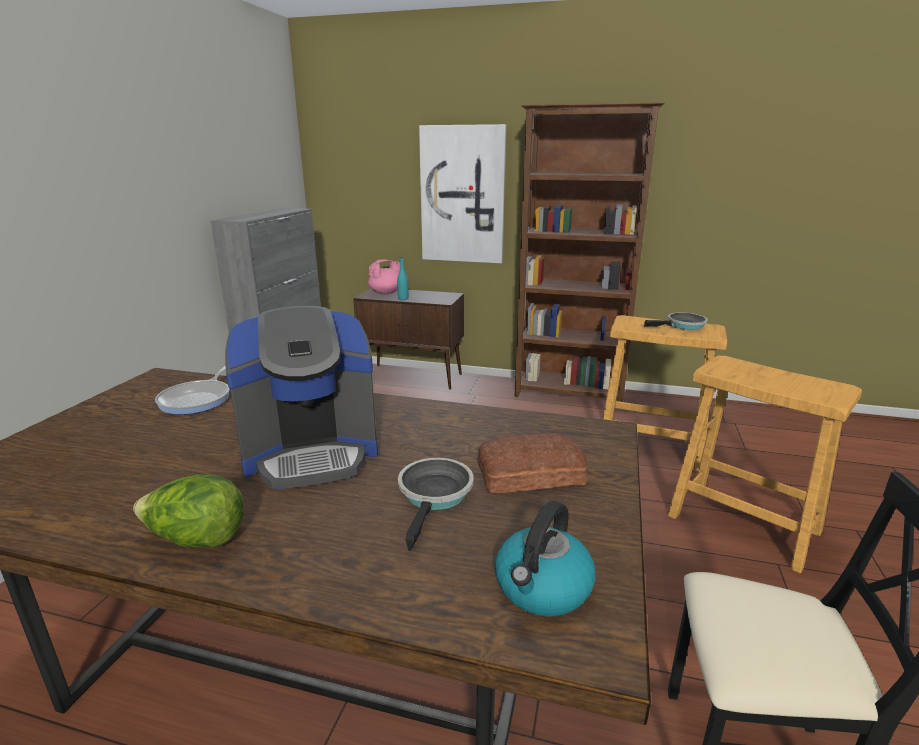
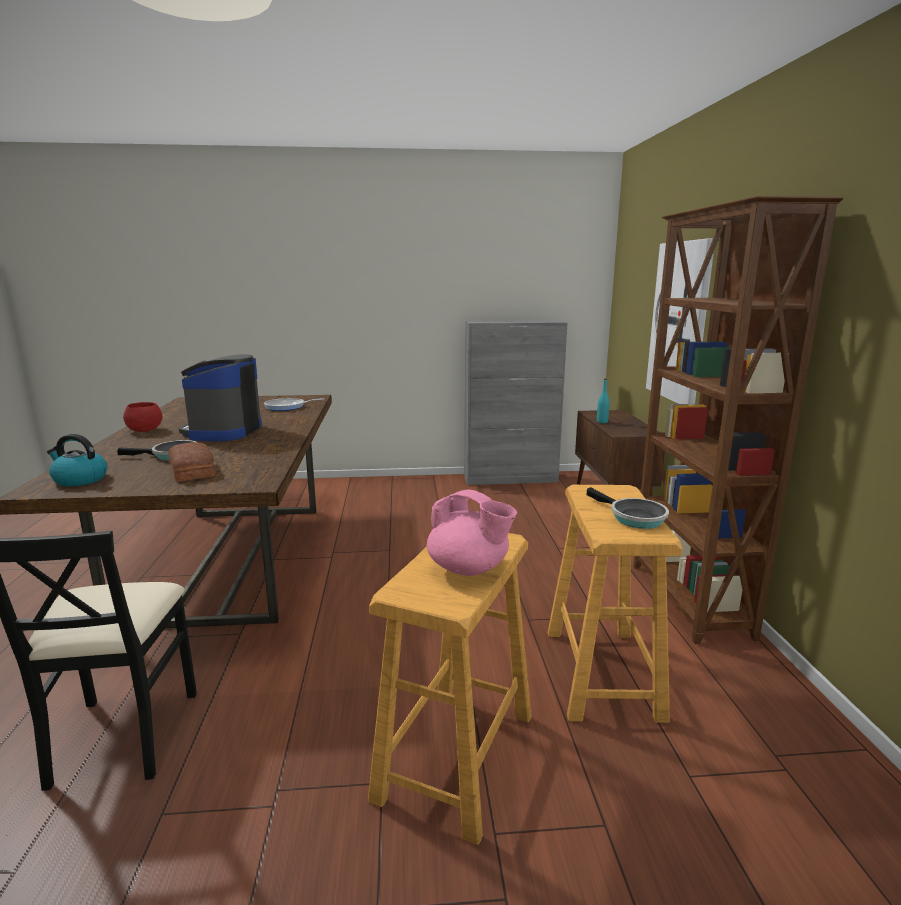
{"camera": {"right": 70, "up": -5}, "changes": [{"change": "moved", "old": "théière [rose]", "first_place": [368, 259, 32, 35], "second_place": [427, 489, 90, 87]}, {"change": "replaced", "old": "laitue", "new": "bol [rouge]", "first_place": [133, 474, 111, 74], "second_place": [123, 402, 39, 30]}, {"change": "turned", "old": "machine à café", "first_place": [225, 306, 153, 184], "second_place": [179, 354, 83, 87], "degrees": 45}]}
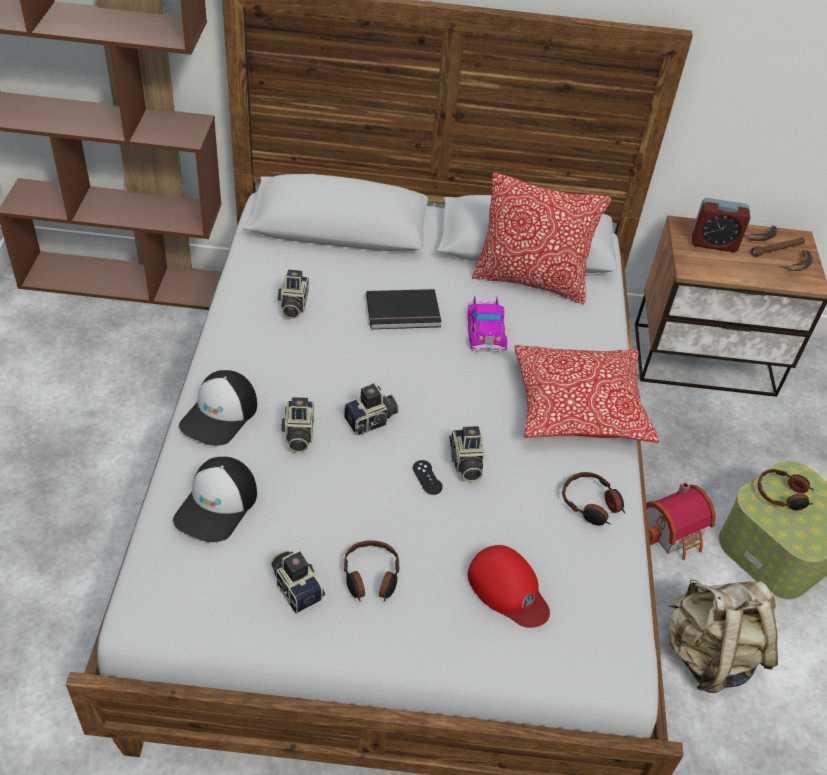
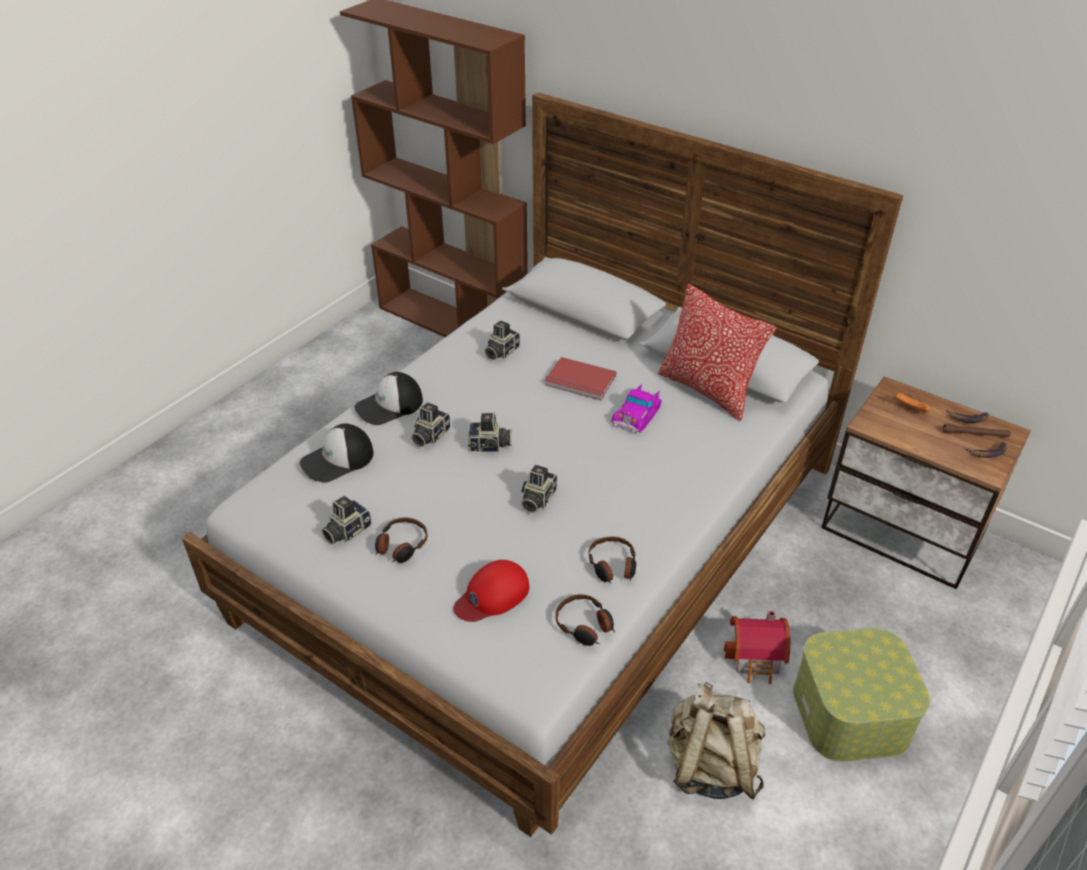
{"camera": {"right": 35, "up": -5}, "changes": [{"change": "removed", "old": "manette [noir]", "first_place": [413, 460, 30, 35]}, {"change": "removed", "old": "coussin", "first_place": [515, 345, 144, 98]}, {"change": "moved", "old": "casque audio", "first_place": [758, 469, 55, 41], "second_place": [555, 594, 60, 52]}, {"change": "replaced", "old": "réveil", "new": "manette [orange]", "first_place": [692, 198, 58, 54], "second_place": [896, 393, 34, 21]}, {"change": "recoloured", "old": "livre [noir]", "new": "livre [rouge]", "first_place": [366, 289, 75, 40], "second_place": [545, 357, 71, 43]}, {"change": "turned", "old": "appareil photo", "first_place": [271, 550, 54, 64], "second_place": [321, 496, 51, 48], "degrees": -135}, {"change": "turned", "old": "casquette [rouge]", "first_place": [468, 545, 82, 83], "second_place": [454, 560, 75, 62], "degrees": 60}]}
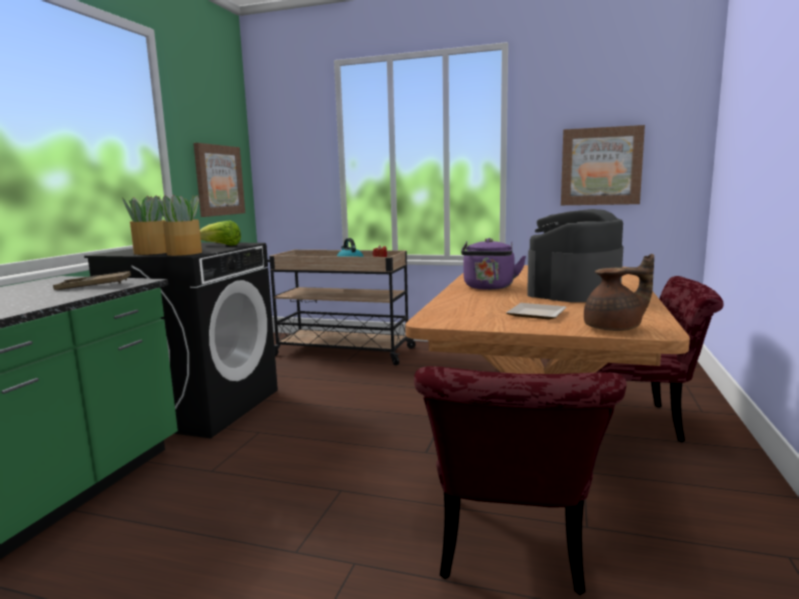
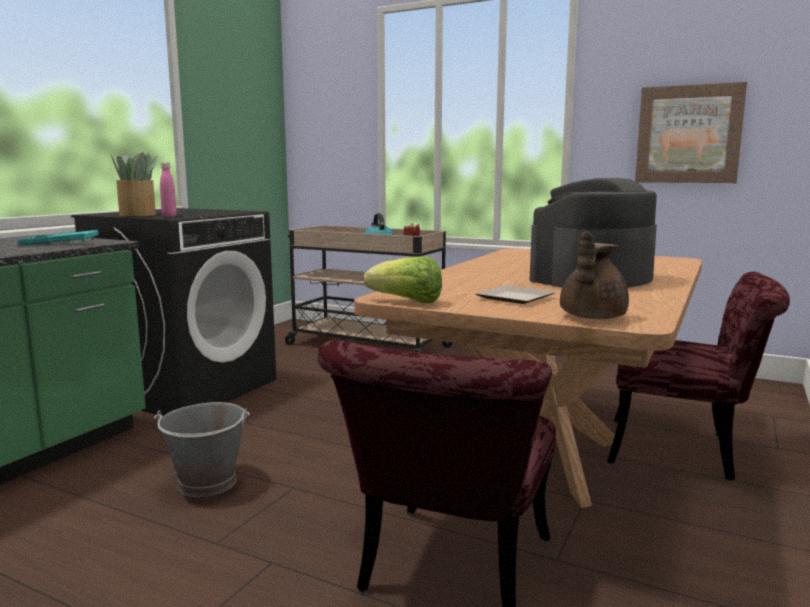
{"camera": {"right": 10, "up": 0}, "changes": [{"change": "removed", "old": "tableau", "first_place": [193, 143, 52, 74]}, {"change": "removed", "old": "bouilloire [violet]", "first_place": [461, 238, 65, 52]}, {"change": "added", "new": "seau [gris]", "second_place": [154, 402, 96, 95]}, {"change": "moved", "old": "laitue", "first_place": [200, 220, 41, 26], "second_place": [364, 256, 78, 47]}, {"change": "replaced", "old": "plante en pot", "new": "bouteille [rose]", "first_place": [158, 195, 44, 61], "second_place": [160, 163, 17, 54]}, {"change": "recoloured", "old": "plateau [marron]", "new": "plateau [turquoise]", "first_place": [53, 271, 78, 19], "second_place": [17, 230, 82, 15]}, {"change": "turned", "old": "théière [marron]", "first_place": [584, 254, 70, 77], "second_place": [560, 231, 69, 88], "degrees": 120}]}
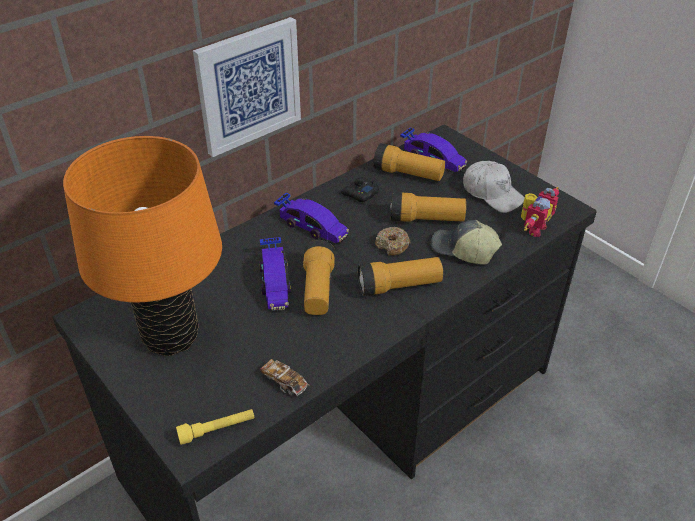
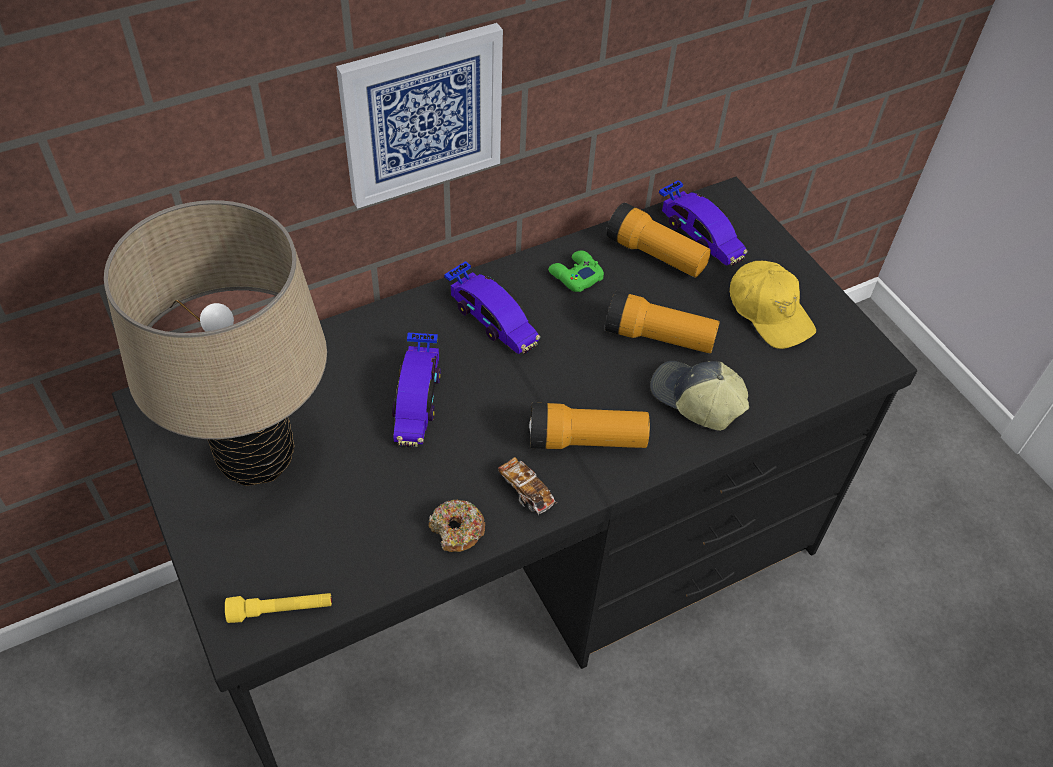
{"camera": {"right": 10, "up": 10}, "changes": [{"change": "removed", "old": "lampe de poche", "first_place": [303, 240, 32, 75]}, {"change": "removed", "old": "robot jouet", "first_place": [521, 187, 38, 50]}, {"change": "moved", "old": "petite voiture", "first_place": [260, 359, 49, 38], "second_place": [498, 457, 59, 58]}, {"change": "moved", "old": "beignet", "first_place": [375, 227, 35, 29], "second_place": [429, 500, 56, 52]}, {"change": "recoloured", "old": "lampe de table [orange]", "new": "lampe de table [beige]", "first_place": [63, 136, 159, 220], "second_place": [104, 200, 223, 286]}, {"change": "recoloured", "old": "manette [noir]", "new": "manette [vert]", "first_place": [341, 177, 38, 25], "second_place": [548, 251, 56, 41]}, {"change": "recoloured", "old": "casquette [blanc]", "new": "casquette [jaune]", "first_place": [463, 161, 62, 52], "second_place": [730, 261, 86, 88]}]}
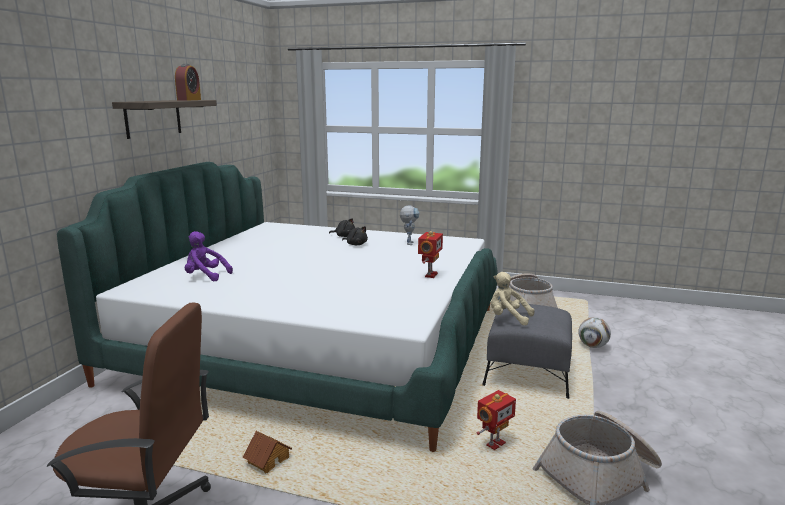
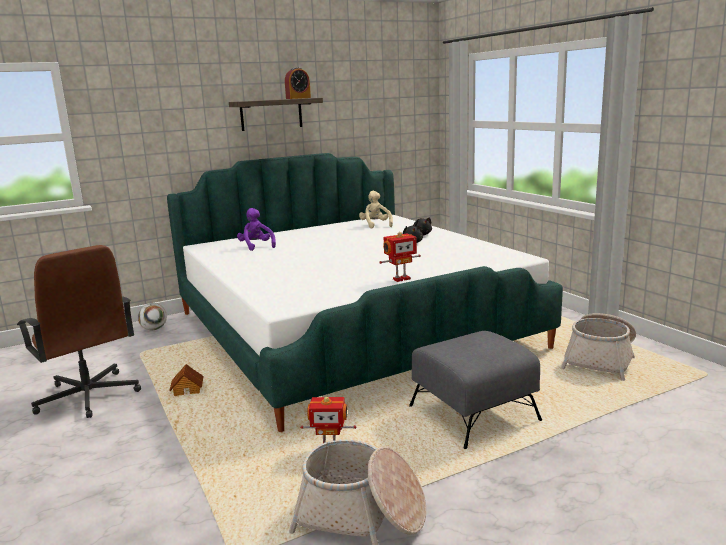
{"camera": {"right": 45, "up": 0}, "changes": [{"change": "removed", "old": "robot jouet", "first_place": [400, 206, 19, 39]}, {"change": "moved", "old": "peluche [beige]", "first_place": [491, 272, 43, 54], "second_place": [359, 191, 34, 37]}, {"change": "moved", "old": "ballon de foot", "first_place": [578, 317, 33, 31], "second_place": [138, 303, 29, 27]}]}
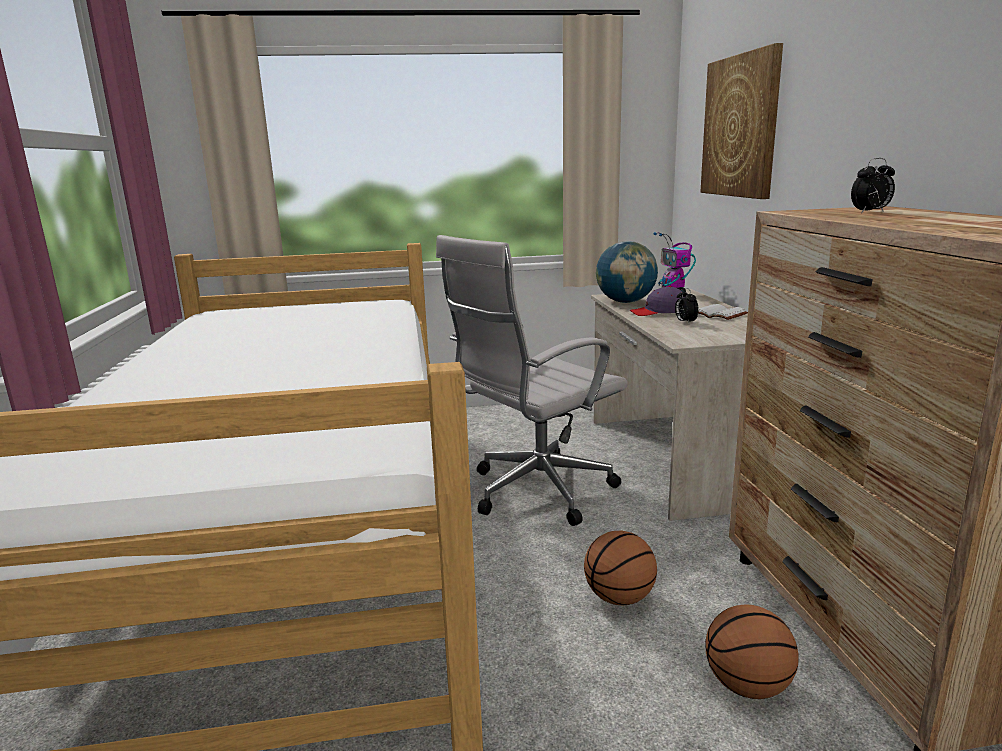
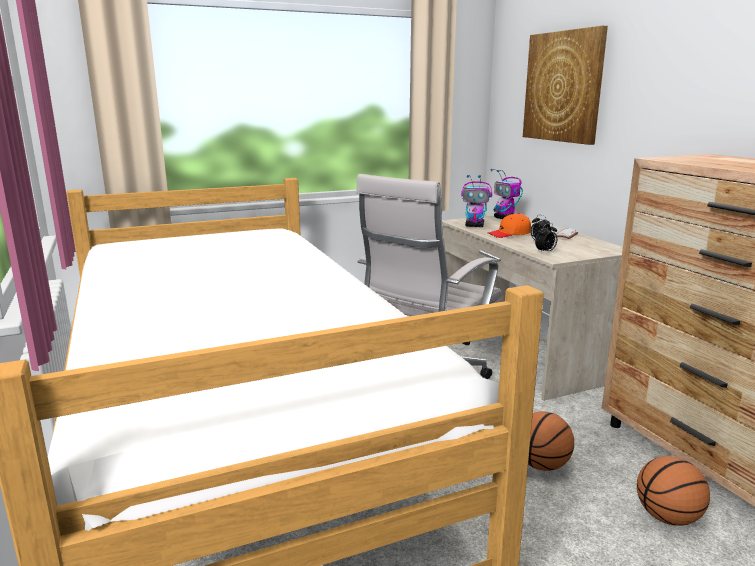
{"camera": {"right": -15, "up": 0}, "changes": [{"change": "moved", "old": "réveil", "first_place": [851, 158, 44, 55], "second_place": [535, 223, 22, 30]}, {"change": "replaced", "old": "globe", "new": "robot jouet", "first_place": [596, 241, 62, 62], "second_place": [461, 175, 31, 52]}, {"change": "recoloured", "old": "casquette [violet]", "new": "casquette [orange]", "first_place": [630, 286, 55, 30], "second_place": [488, 213, 43, 25]}]}
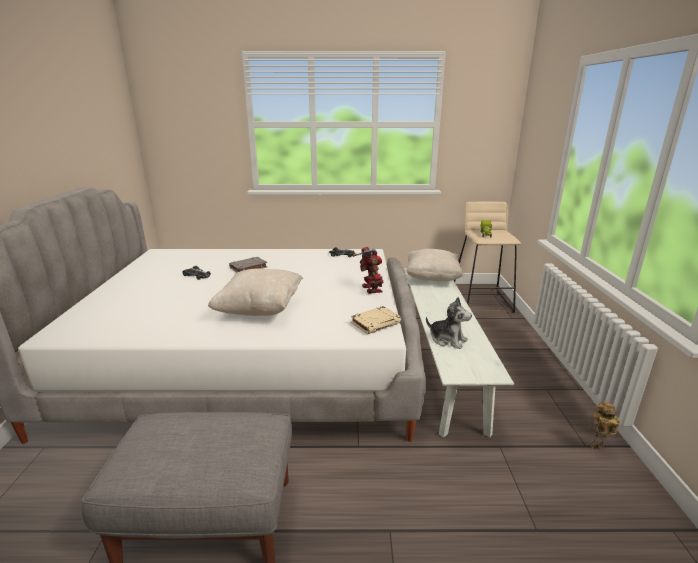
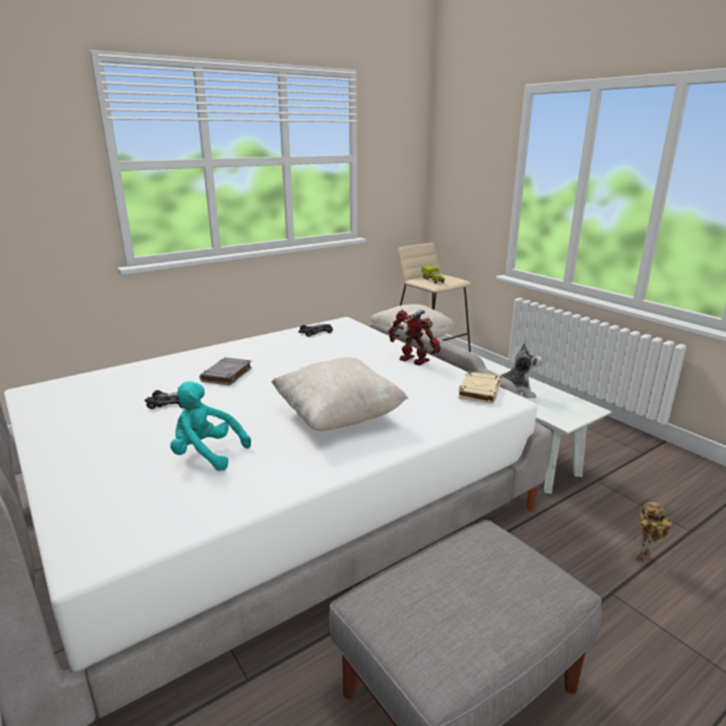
{"camera": {"right": -35, "up": 0}, "changes": [{"change": "added", "new": "peluche [turquoise]", "second_place": [170, 381, 81, 90]}, {"change": "moved", "old": "robot jouet", "first_place": [588, 402, 32, 48], "second_place": [634, 501, 38, 61]}]}
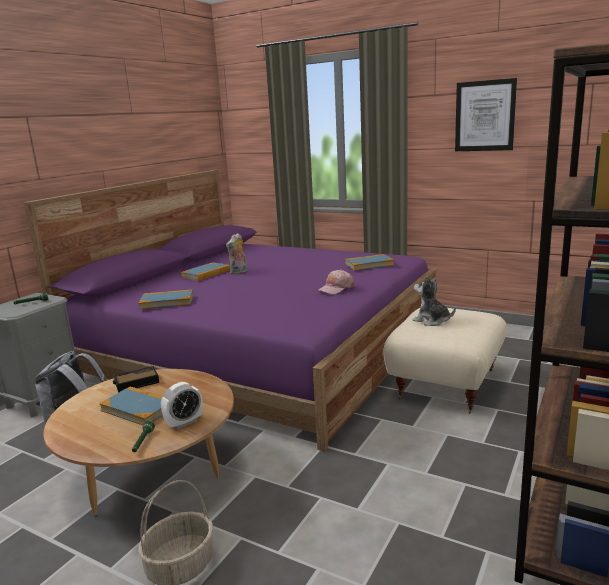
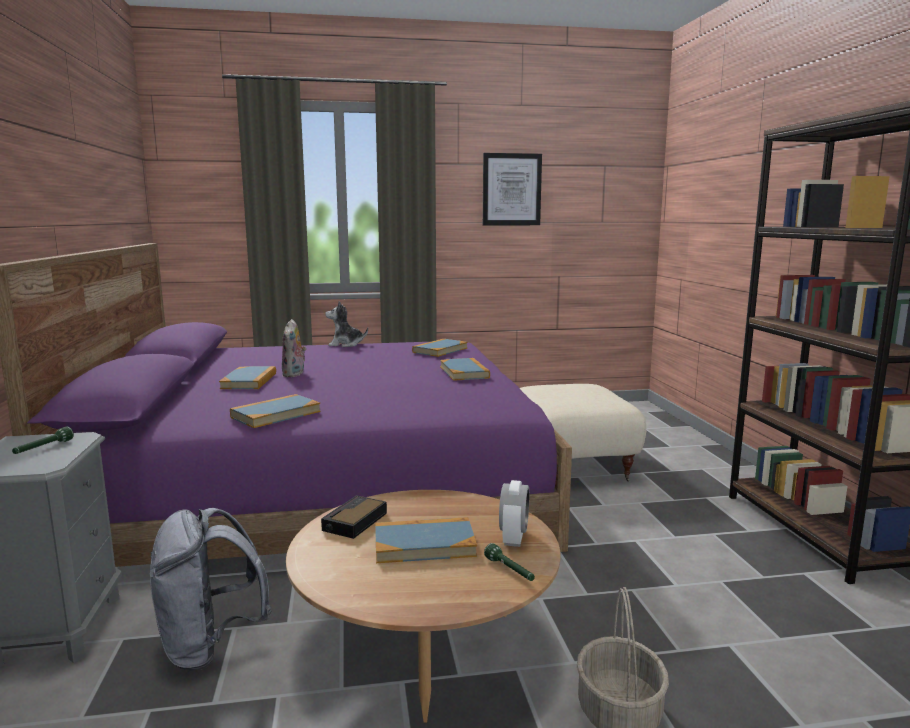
{"camera": {"right": -40, "up": -5}, "changes": [{"change": "moved", "old": "peluche", "first_place": [413, 276, 43, 50], "second_place": [325, 301, 43, 46]}, {"change": "replaced", "old": "casquette [rose]", "new": "livre", "first_place": [317, 269, 38, 25], "second_place": [440, 358, 50, 23]}]}
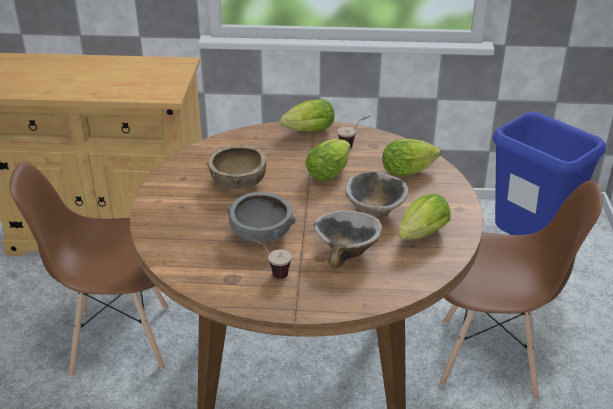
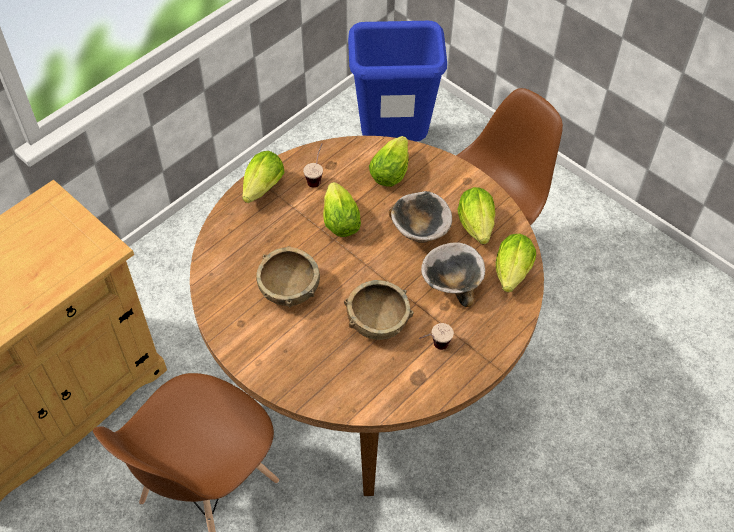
{"camera": {"right": -50, "up": 20}, "changes": [{"change": "added", "new": "laitue", "second_place": [496, 234, 40, 58]}, {"change": "recoloured", "old": "bol [gris]", "new": "bol [marron]", "first_place": [227, 192, 68, 51], "second_place": [344, 280, 70, 60]}]}
